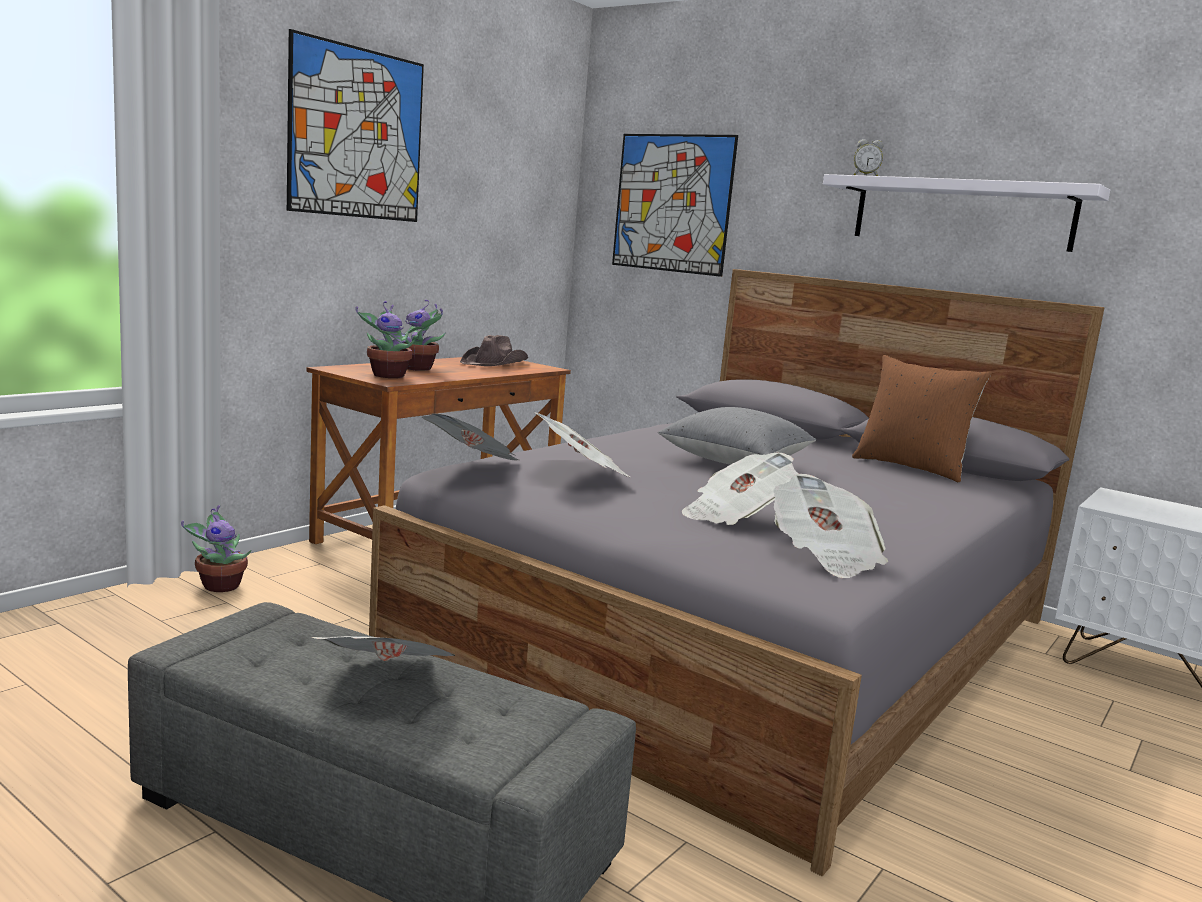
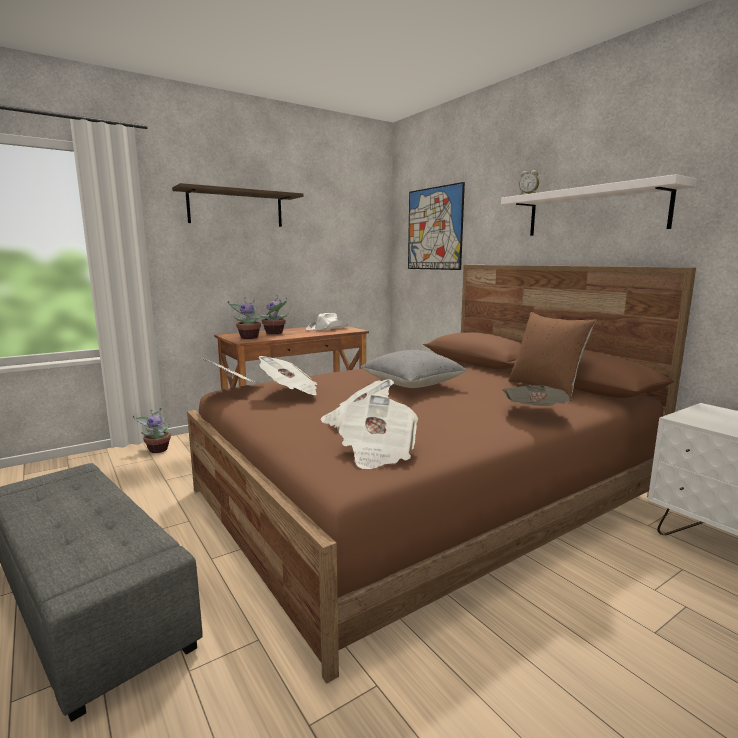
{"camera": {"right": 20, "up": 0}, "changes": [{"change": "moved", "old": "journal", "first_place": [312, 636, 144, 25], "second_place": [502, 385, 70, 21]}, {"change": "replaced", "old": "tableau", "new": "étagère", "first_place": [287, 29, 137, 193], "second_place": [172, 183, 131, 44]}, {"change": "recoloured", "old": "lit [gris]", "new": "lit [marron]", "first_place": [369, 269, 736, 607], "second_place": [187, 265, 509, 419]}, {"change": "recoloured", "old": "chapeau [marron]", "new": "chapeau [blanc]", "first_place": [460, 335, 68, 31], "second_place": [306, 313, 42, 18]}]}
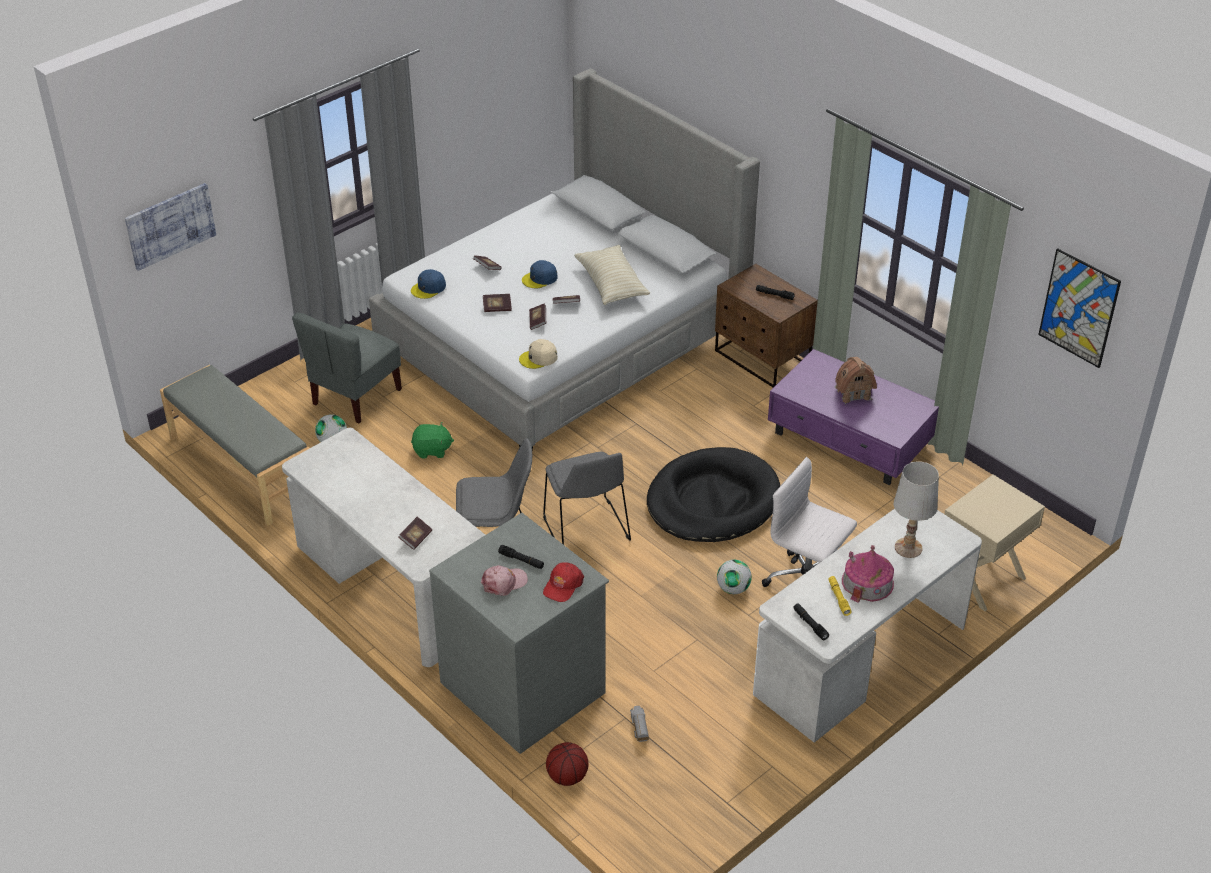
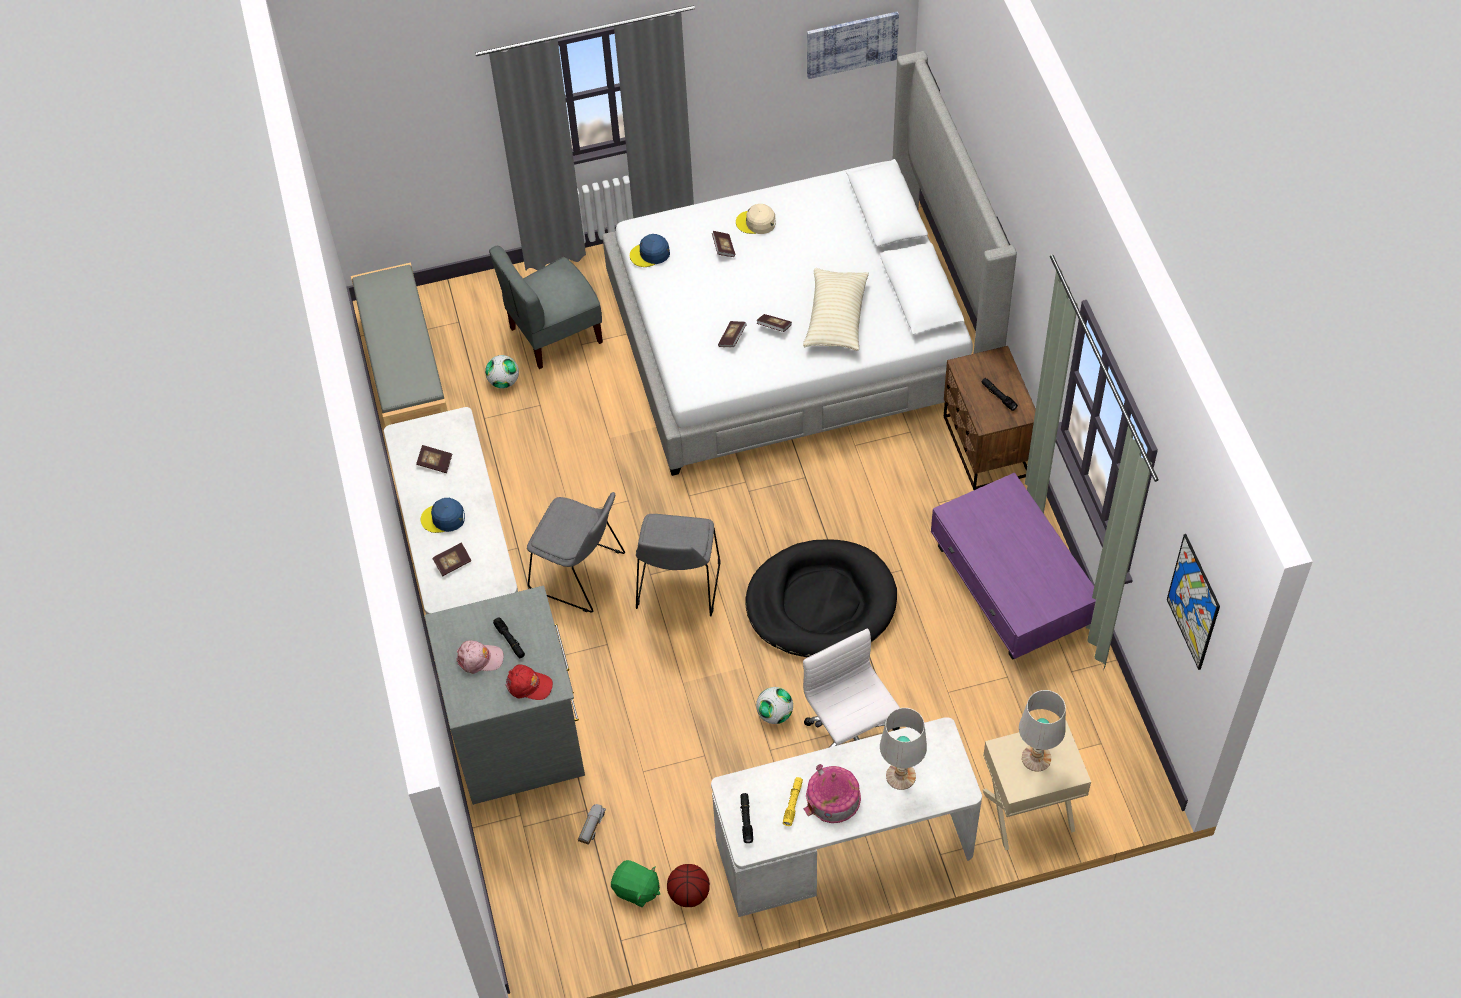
{"camera": {"right": 30, "up": 15}, "changes": [{"change": "removed", "old": "maison miniature", "first_place": [835, 357, 42, 47]}, {"change": "added", "new": "lampe de table [blanc]", "second_place": [1019, 690, 47, 82]}, {"change": "moved", "old": "tableau", "first_place": [125, 183, 91, 88], "second_place": [807, 11, 92, 68]}, {"change": "moved", "old": "peluche [vert]", "first_place": [411, 422, 43, 37], "second_place": [611, 860, 49, 47]}, {"change": "moved", "old": "livre", "first_place": [483, 294, 29, 18], "second_place": [416, 445, 36, 28]}, {"change": "moved", "old": "casquette [beige]", "first_place": [519, 339, 38, 30], "second_place": [736, 204, 40, 30]}, {"change": "moved", "old": "casquette [bleu]", "first_place": [522, 260, 36, 28], "second_place": [421, 498, 44, 35]}, {"change": "moved", "old": "ballon de basket", "first_place": [546, 742, 42, 44], "second_place": [667, 864, 43, 43]}, {"change": "turned", "old": "casquette [rouge]", "first_place": [543, 562, 41, 40], "second_place": [505, 664, 48, 36], "degrees": -135}]}
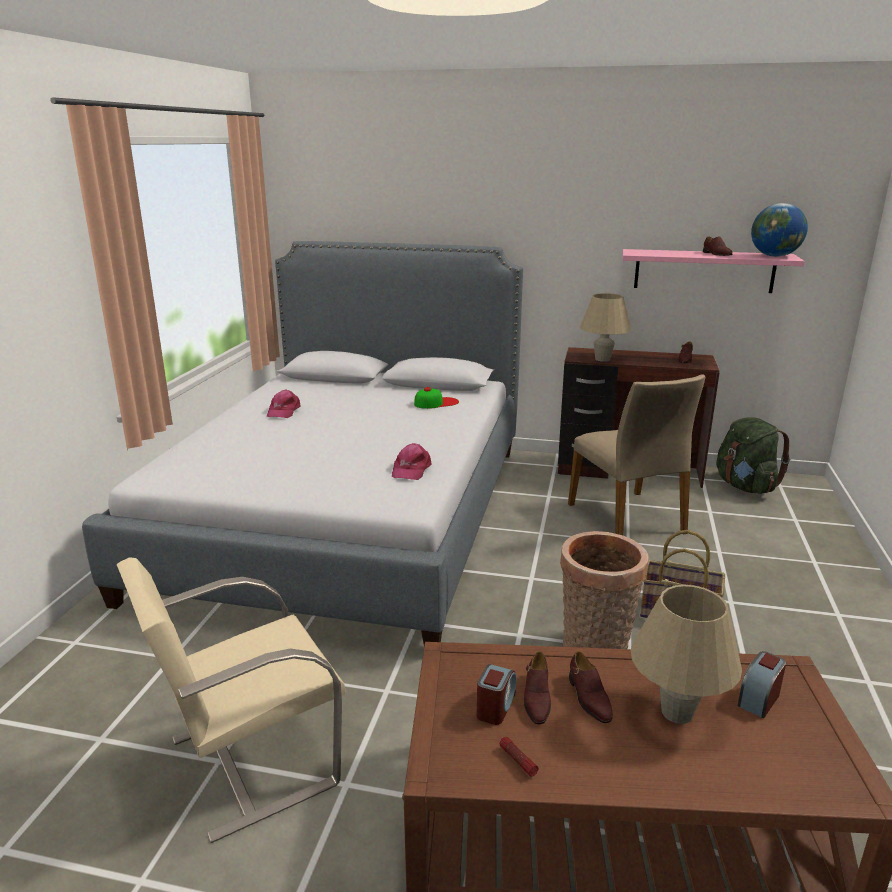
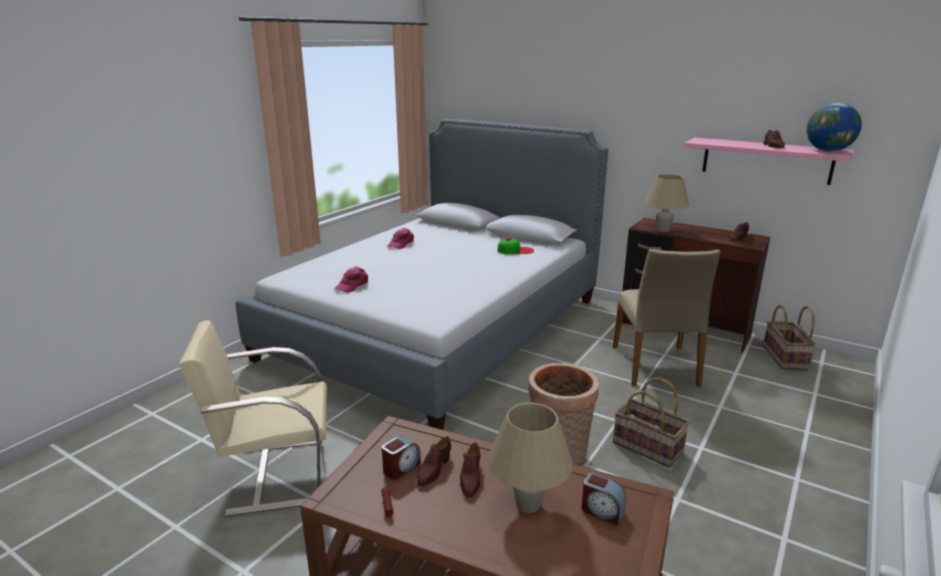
{"camera": {"right": 20, "up": 0}, "changes": [{"change": "moved", "old": "casquette [rose]", "first_place": [392, 443, 40, 37], "second_place": [334, 266, 34, 27]}, {"change": "replaced", "old": "sac à dos [vert]", "new": "panier", "first_place": [716, 417, 75, 77], "second_place": [763, 305, 53, 65]}, {"change": "turned", "old": "réveil", "first_place": [738, 651, 48, 67], "second_place": [582, 473, 44, 52], "degrees": -120}]}
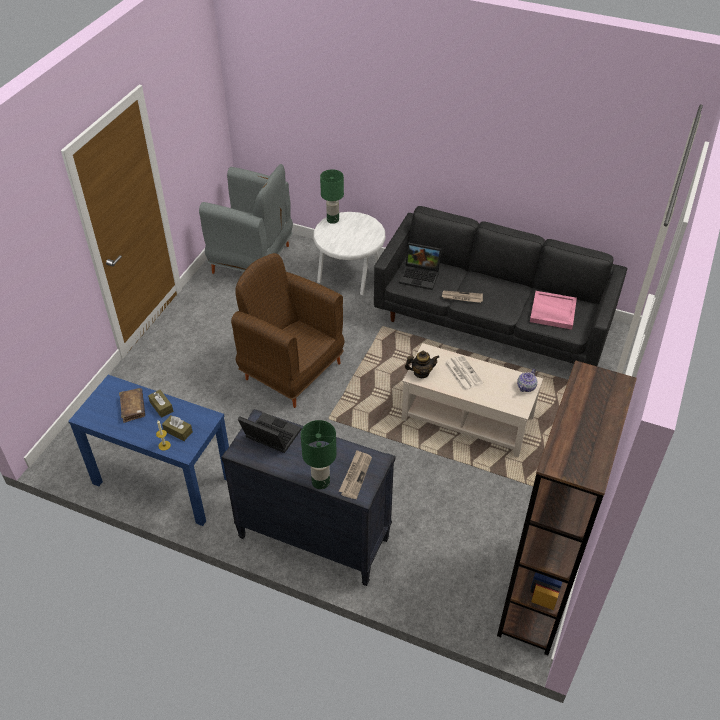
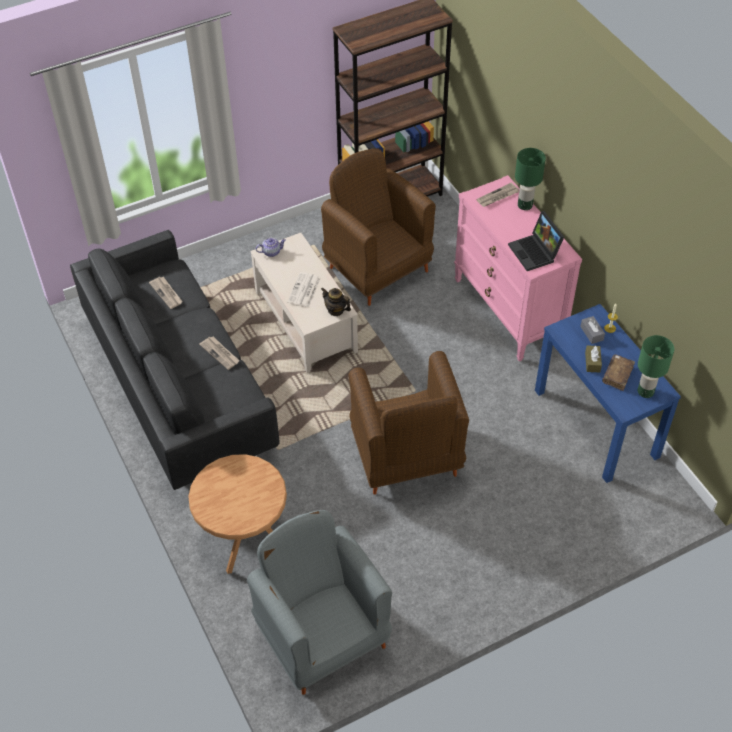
{"camera": {"right": -140, "up": 5}, "changes": [{"change": "removed", "old": "ordinateur portable", "first_place": [399, 243, 43, 47]}, {"change": "added", "new": "fauteuil [marron]", "second_place": [321, 148, 115, 158]}, {"change": "moved", "old": "lampe de table [vert]", "first_place": [320, 169, 24, 55], "second_place": [638, 335, 36, 63]}, {"change": "replaced", "old": "plateau [rose]", "new": "journal", "first_place": [530, 291, 47, 39], "second_place": [149, 277, 34, 32]}, {"change": "recoloured", "old": "boîte à mouchoirs [marron]", "new": "boîte à mouchoirs [gris]", "first_place": [162, 415, 31, 26], "second_place": [580, 316, 25, 28]}, {"change": "recoloured", "old": "commode [noir]", "new": "commode [rose]", "first_place": [222, 409, 173, 177], "second_place": [454, 175, 128, 187]}, {"change": "recoloured", "old": "table d'appoint [blanc]", "new": "table d'appoint [marron]", "first_place": [313, 212, 72, 83], "second_place": [188, 454, 99, 120]}]}
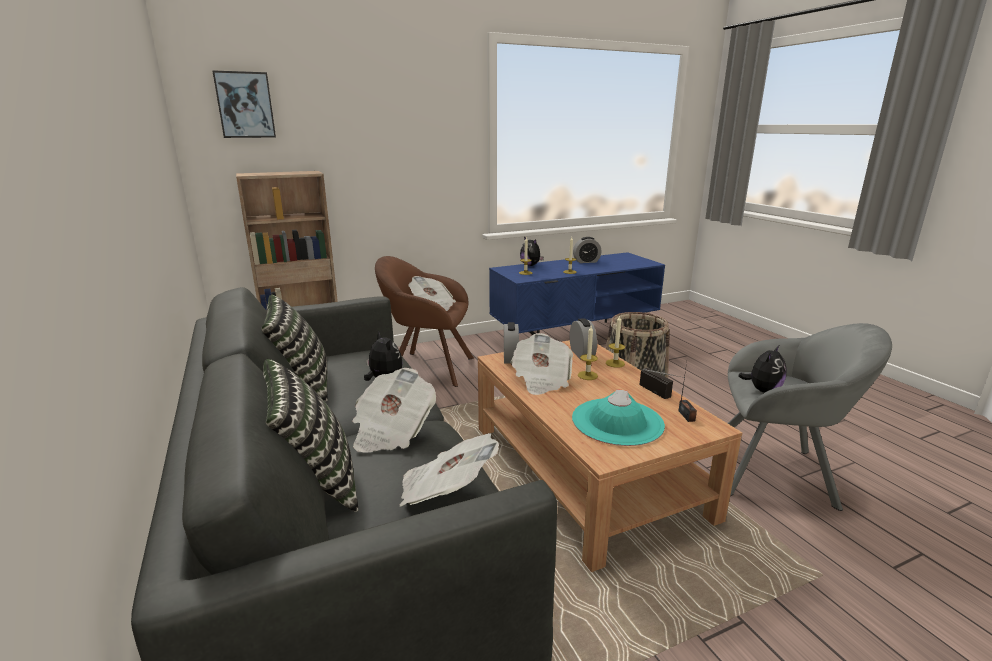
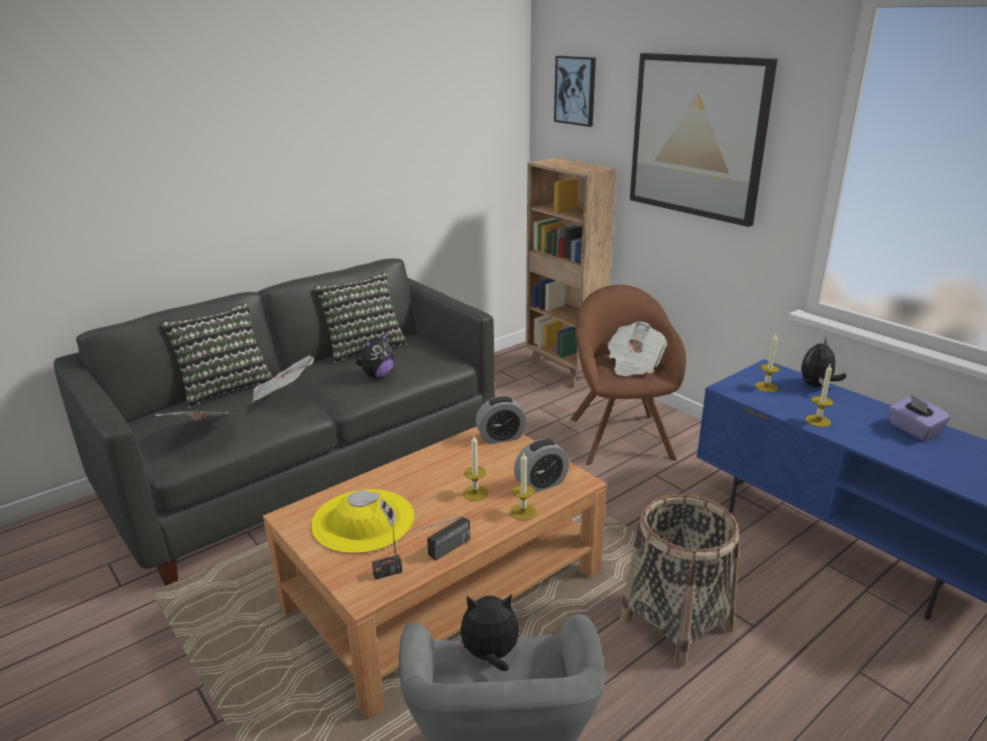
{"camera": {"right": 75, "up": 5}, "changes": [{"change": "removed", "old": "journal", "first_place": [511, 333, 62, 62]}, {"change": "added", "new": "tableau", "second_place": [630, 53, 147, 174]}, {"change": "replaced", "old": "réveil", "new": "boîte à mouchoirs [violet]", "first_place": [573, 237, 28, 26], "second_place": [889, 395, 61, 46]}, {"change": "recoloured", "old": "chapeau [turquoise]", "new": "chapeau [jaune]", "first_place": [572, 389, 93, 57], "second_place": [311, 489, 104, 65]}, {"change": "turned", "old": "peluche", "first_place": [738, 345, 49, 48], "second_place": [455, 594, 64, 77], "degrees": 150}]}
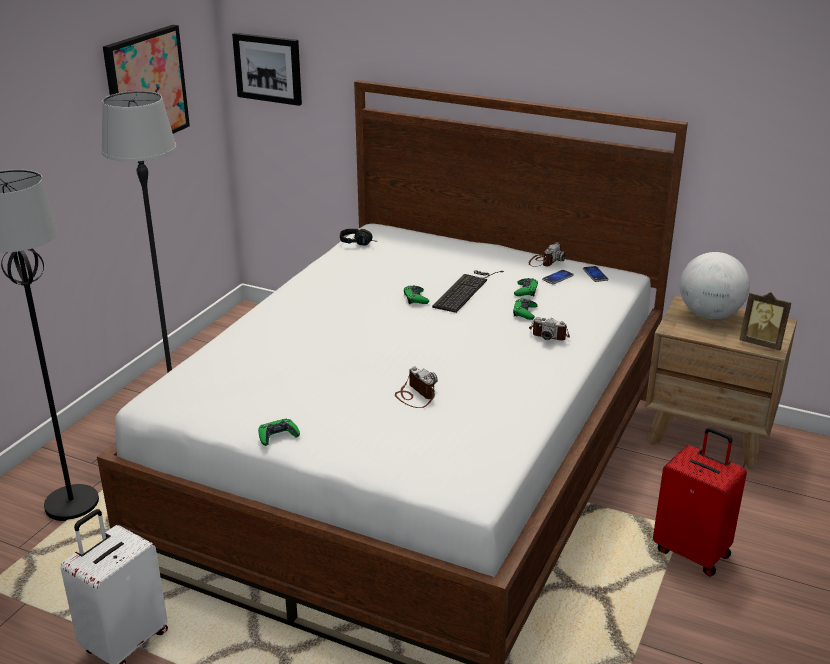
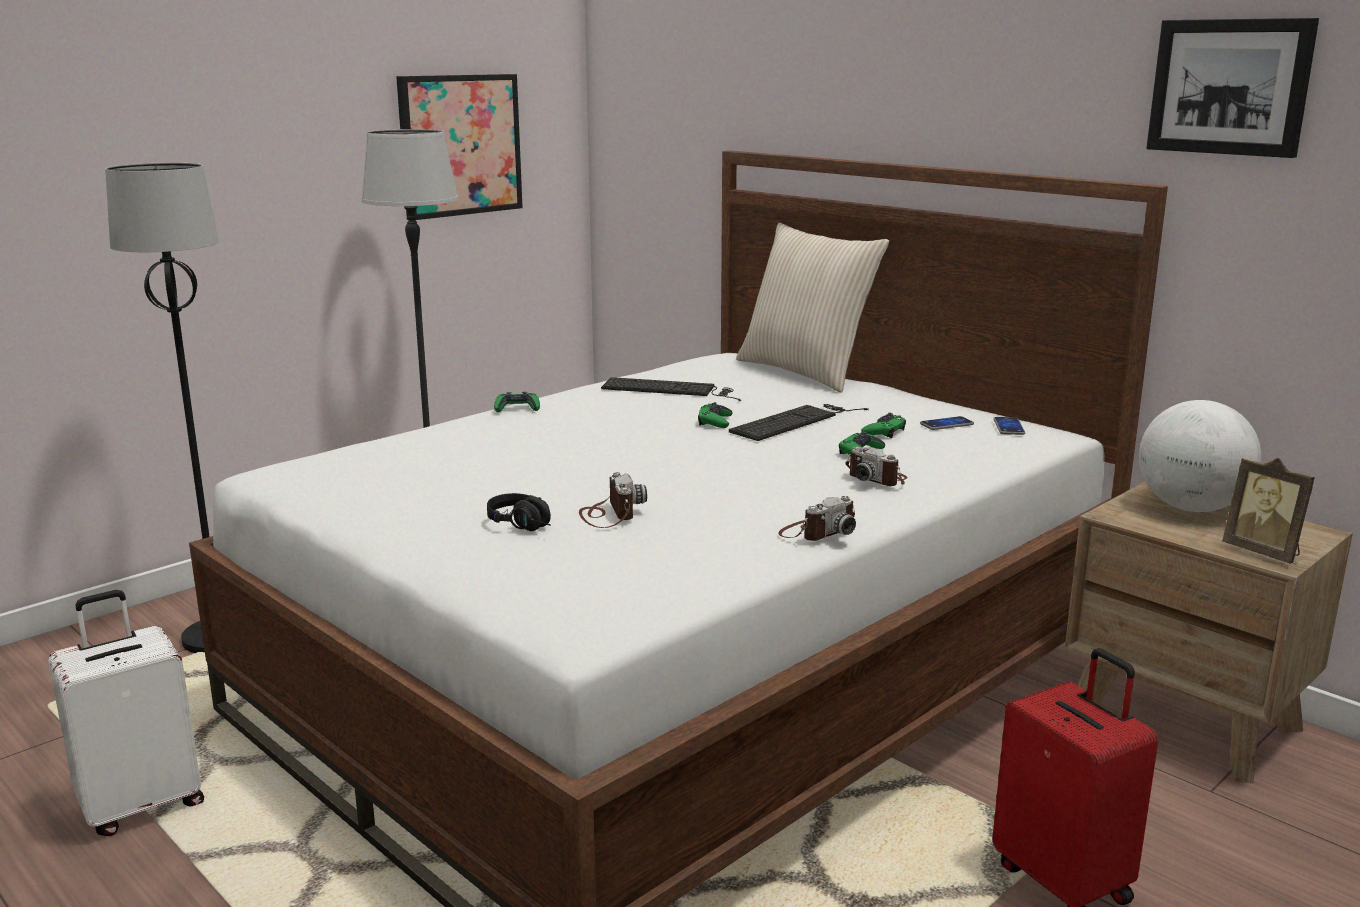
{"camera": {"right": 20, "up": -10}, "changes": [{"change": "added", "new": "clavier", "second_place": [601, 377, 140, 24]}, {"change": "added", "new": "coussin [beige]", "second_place": [736, 223, 153, 170]}, {"change": "moved", "old": "tableau", "first_place": [232, 33, 70, 73], "second_place": [1146, 18, 173, 140]}, {"change": "moved", "old": "manette [vert]", "first_place": [258, 419, 42, 27], "second_place": [494, 392, 46, 20]}, {"change": "moved", "old": "casque audio [noir]", "first_place": [340, 229, 38, 17], "second_place": [487, 493, 64, 38]}, {"change": "moved", "old": "appareil photo", "first_place": [529, 242, 37, 25], "second_place": [778, 496, 78, 45]}]}
